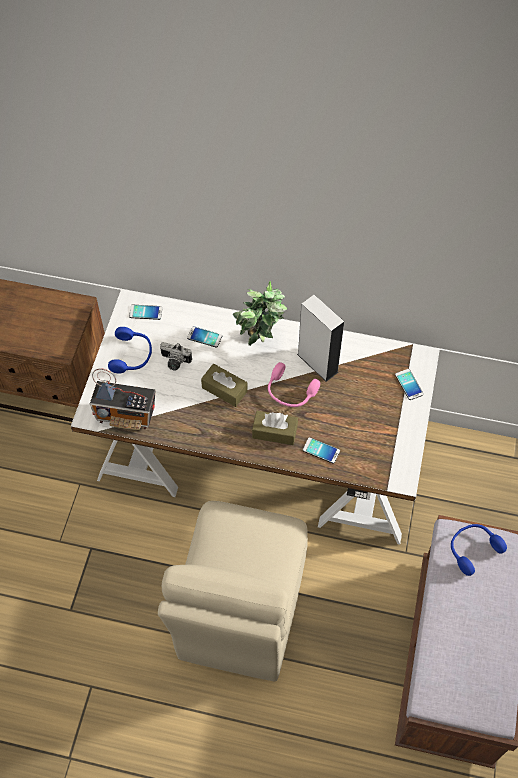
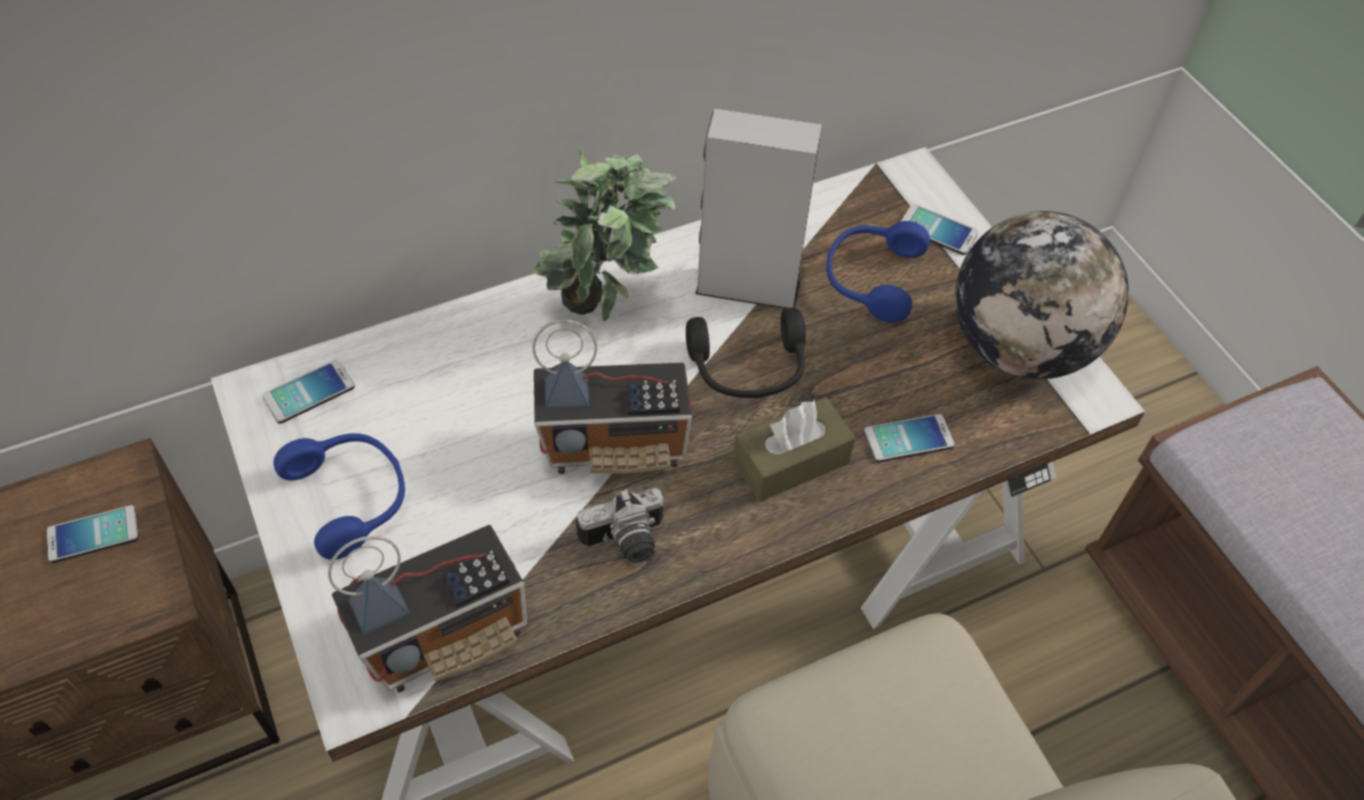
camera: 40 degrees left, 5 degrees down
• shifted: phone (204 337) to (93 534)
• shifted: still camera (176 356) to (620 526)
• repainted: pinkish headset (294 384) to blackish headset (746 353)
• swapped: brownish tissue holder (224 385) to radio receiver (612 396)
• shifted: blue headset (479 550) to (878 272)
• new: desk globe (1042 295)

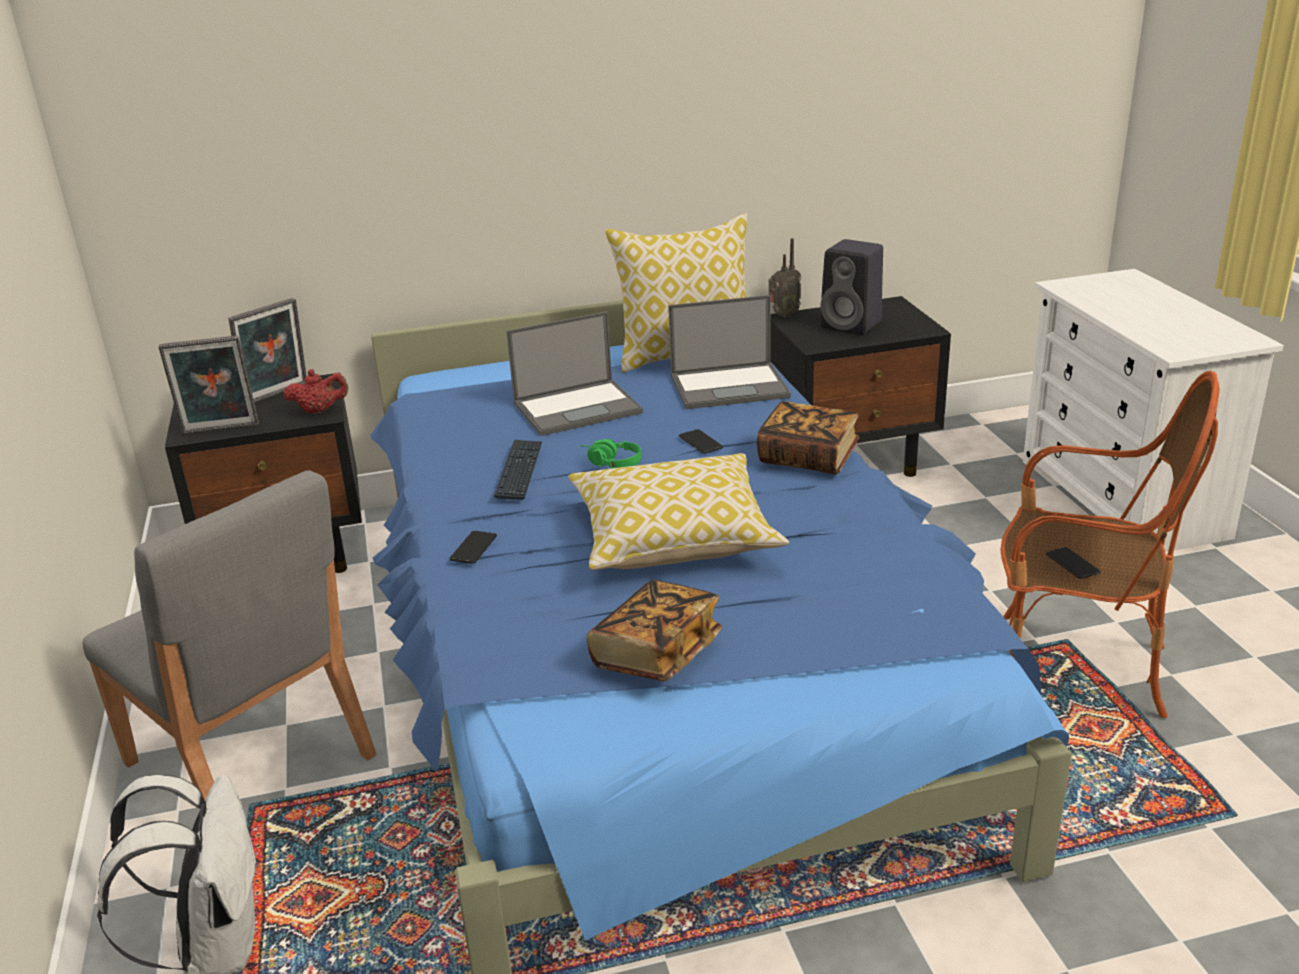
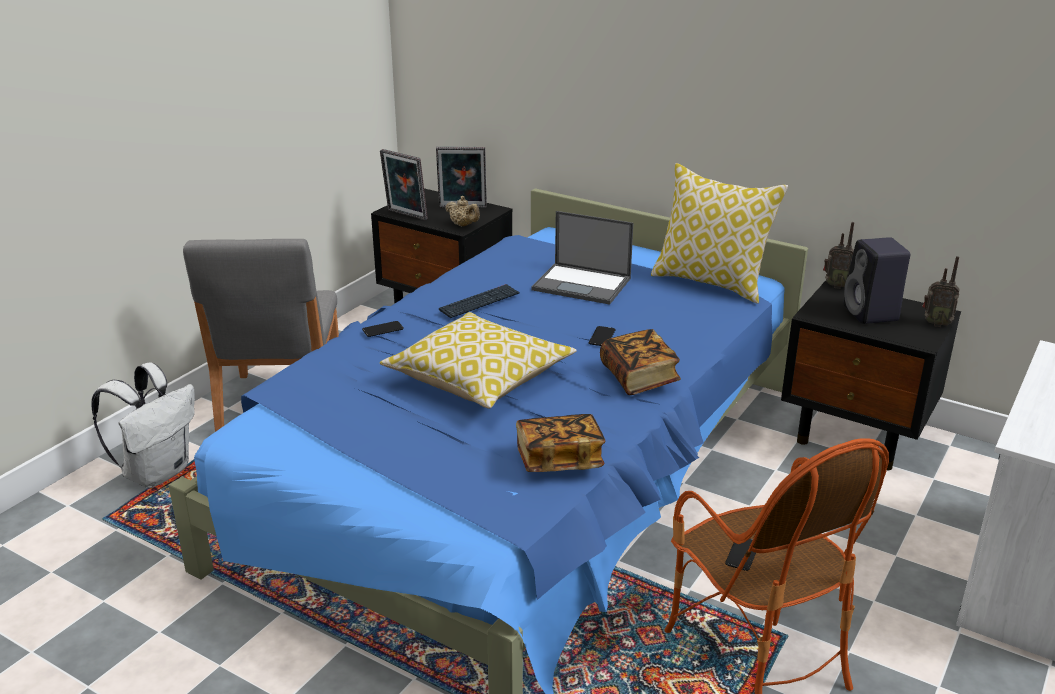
camera: 45 degrees right, 0 degrees up
• gone: notebook computer (729 352)
• repainted: red-coloured tea pot (316 391) to beige tea pot (462 211)
• gone: green-coloured headset (610 453)
• shifted: volume (654 630) to (561 443)
• new: radio receiver (940 291)

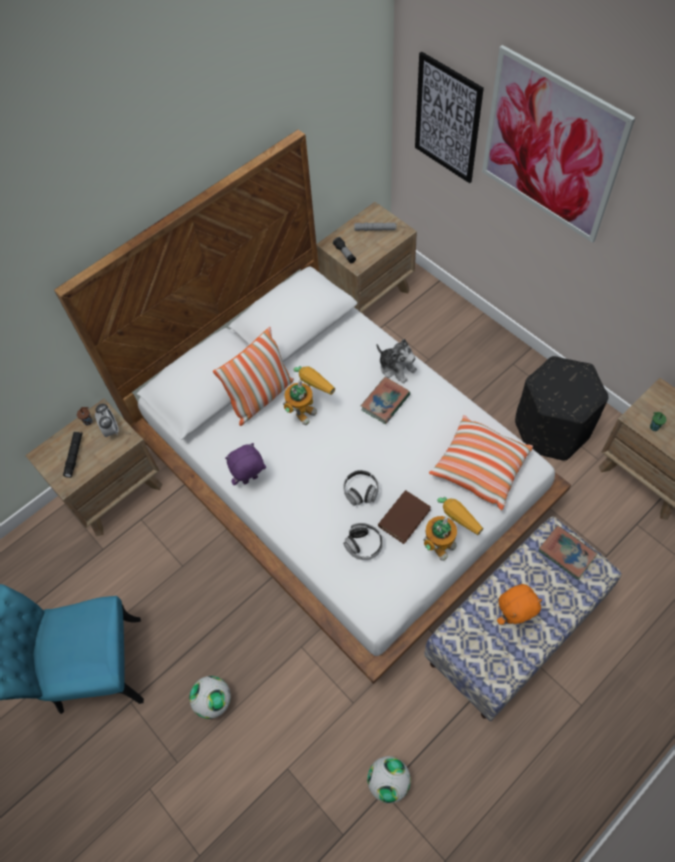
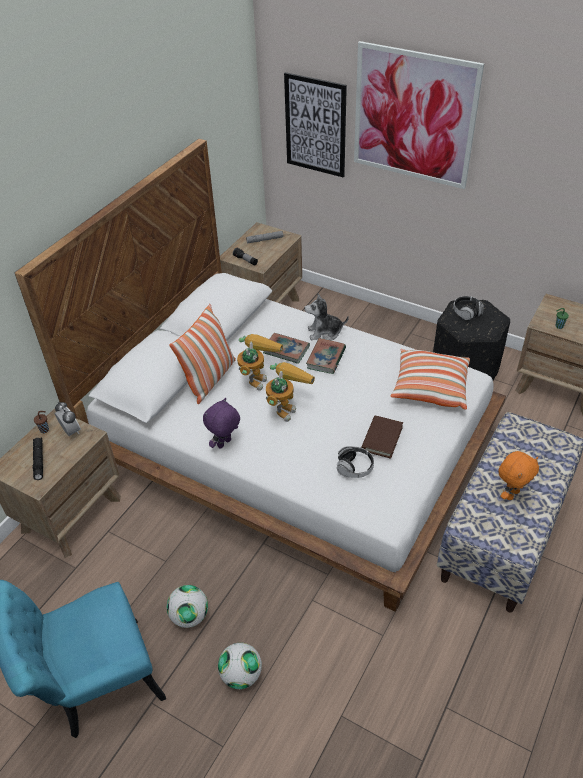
camera: 20 degrees left, 15 degrees down
• rotated: soft toy (397 361) = (326 316) 150 degrees clockwise
• shifted: headset (361 488) to (468 308)
• shifted: robot figure (453 529) to (290 392)
• shifted: volume (568 553) to (286 348)
• shifted: football (389 779) to (187 606)

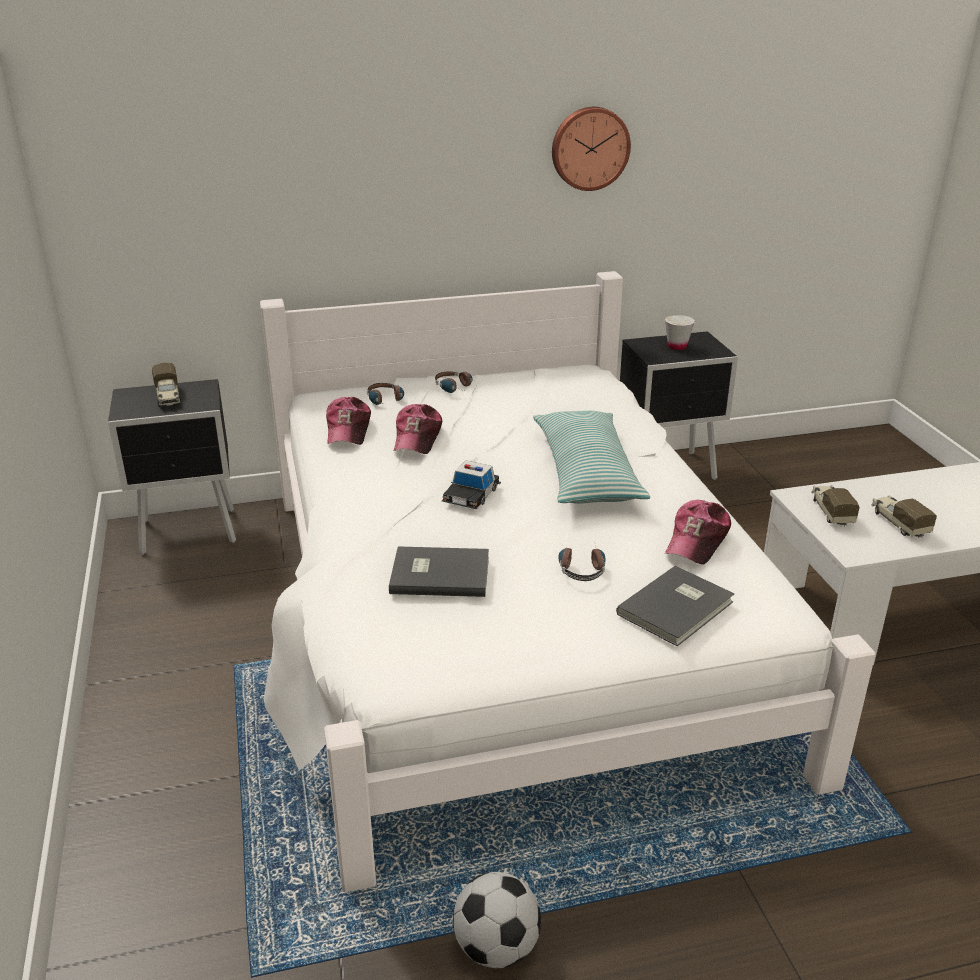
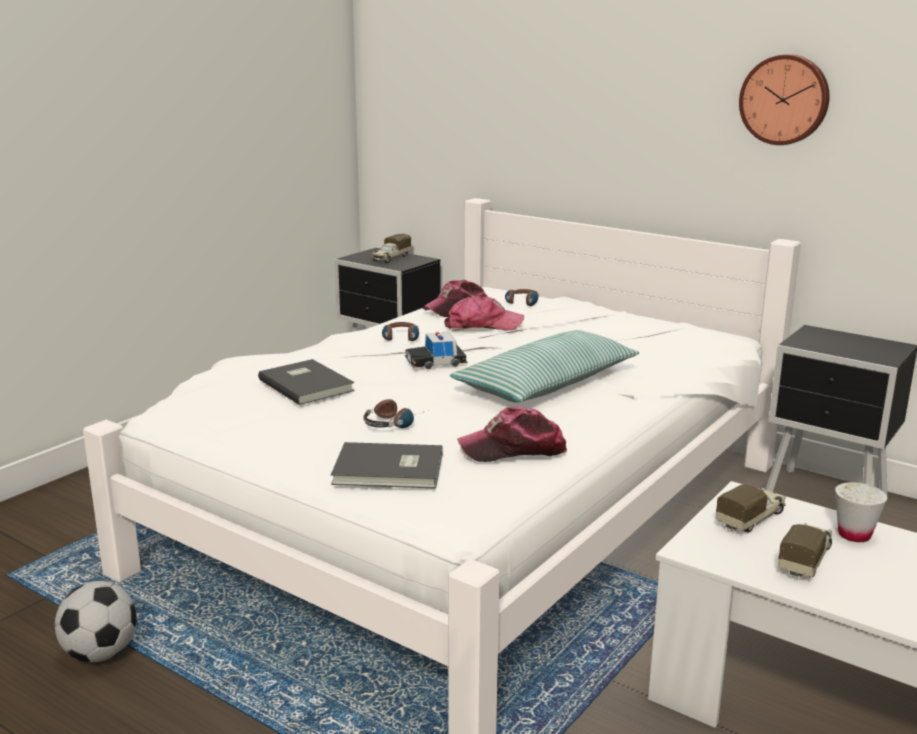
camera: 50 degrees right, 10 degrees down
• shifted: whitish drinking cup (680 332) to (861 512)
• shifted: headset (454 382) to (400 331)
• rotated: peaked cap (418 429) = (484 313) 150 degrees counterclockwise

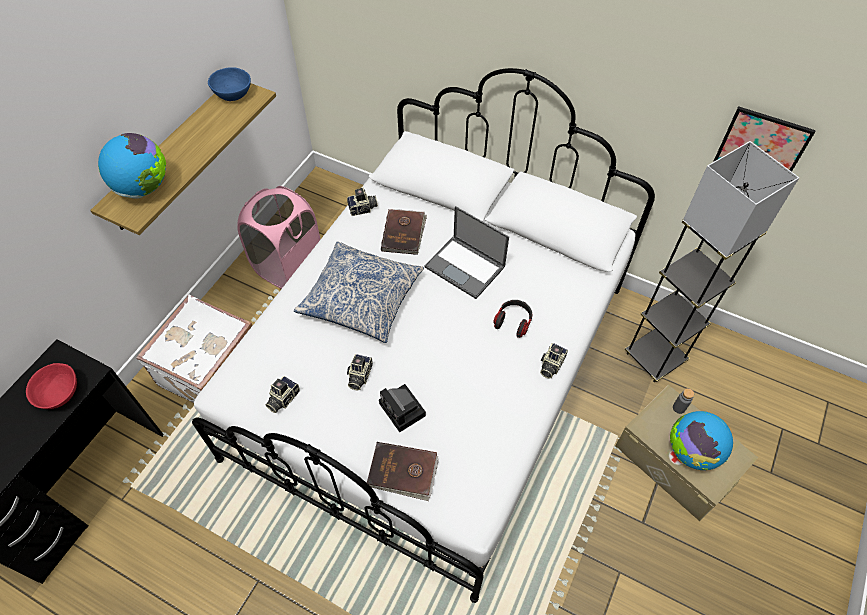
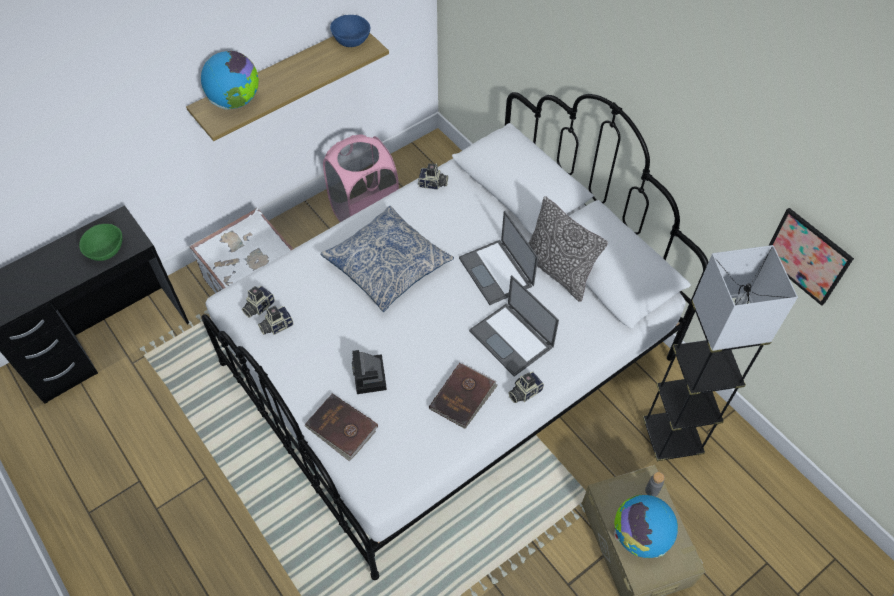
camera: 25 degrees right, 0 degrees up
• shifted: brownish volume (404 232) to (463 396)
• swapped: headset (512 319) to notebook computer (514 326)
• shifted: still camera (360 372) to (258 302)
• repainted: red-coloured deep dish (51 386) to green-coloured deep dish (100 242)
• new: throw pillow (568 249)

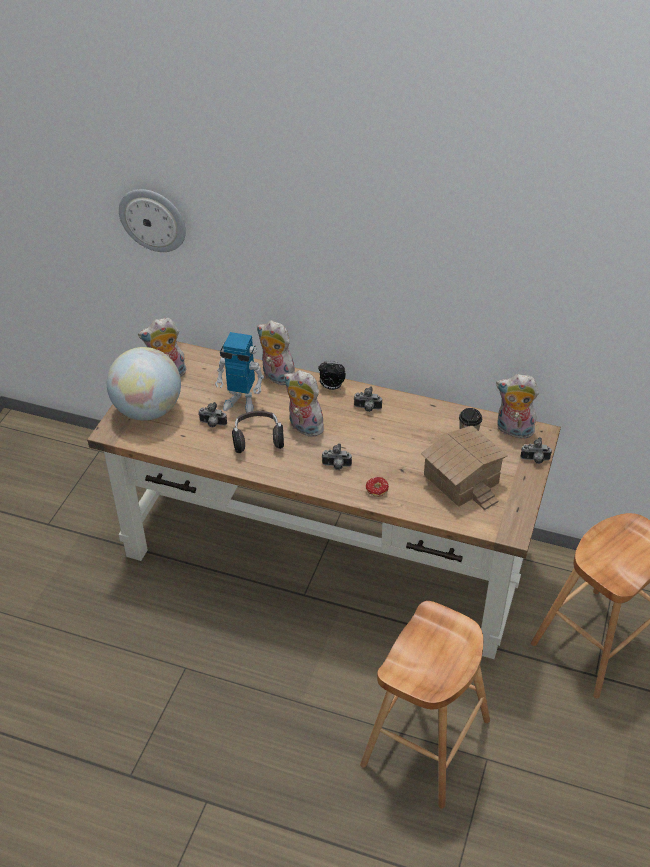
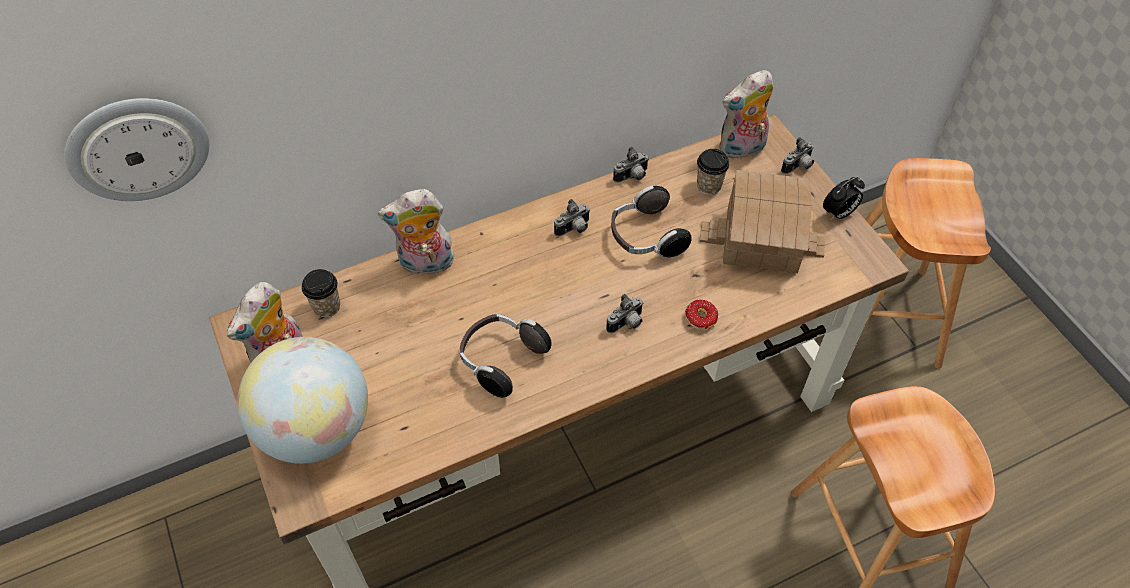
camera: 45 degrees left, 10 degrees up
• gone: robot figure (239 372)
• shifted: alarm clock (332 375) to (844 199)
• gone: soft toy (304 403)
• shifted: still camera (212 414) to (631 165)
• new: headset (651 222)
• new: drinking cup (321 293)

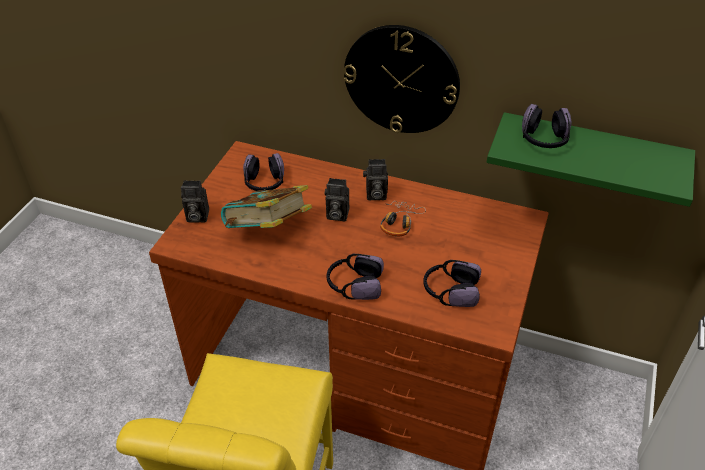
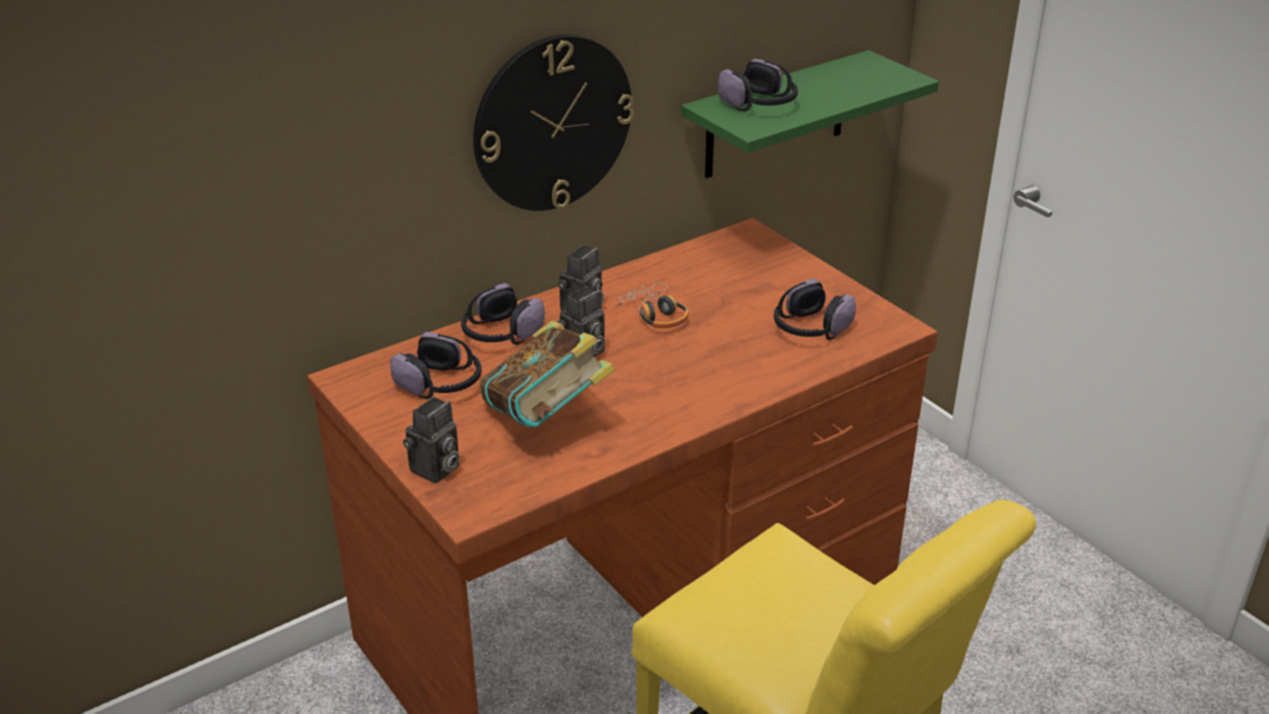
camera: 55 degrees left, 10 degrees down
• shifted: headset (355 277) to (503 314)

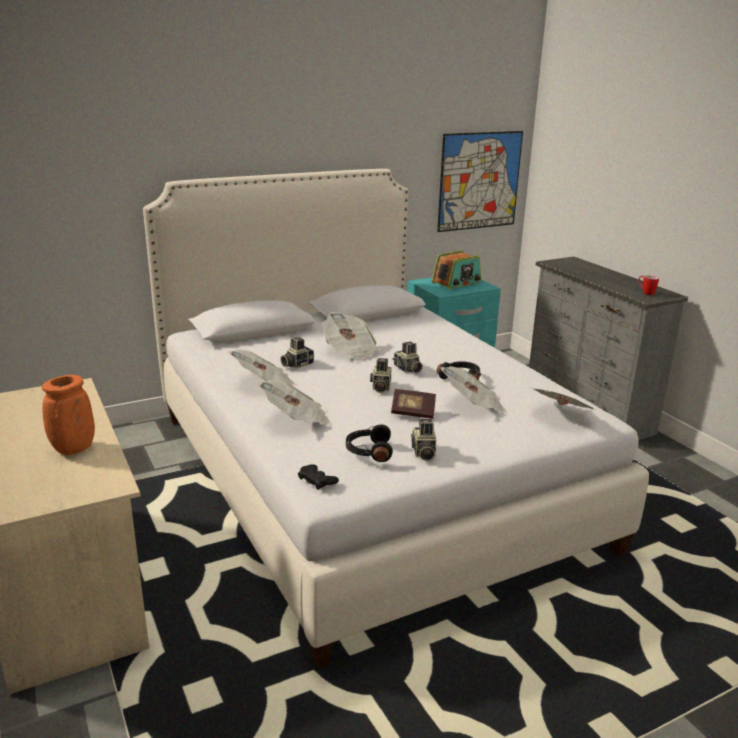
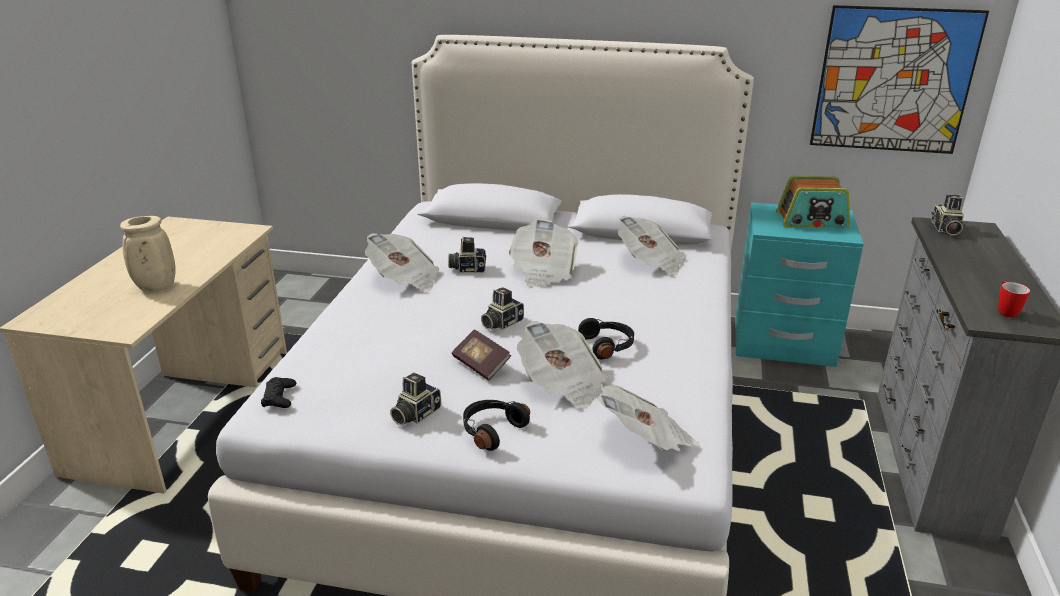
camera: 40 degrees right, 5 degrees up
• shifted: still camera (408 357) to (947 215)
• repainted: orangey flower vase (68 415) to beige flower vase (148 254)
• shifted: newspaper (295 402) to (651 245)
• shifted: blackish headset (369 443) to (496 425)

